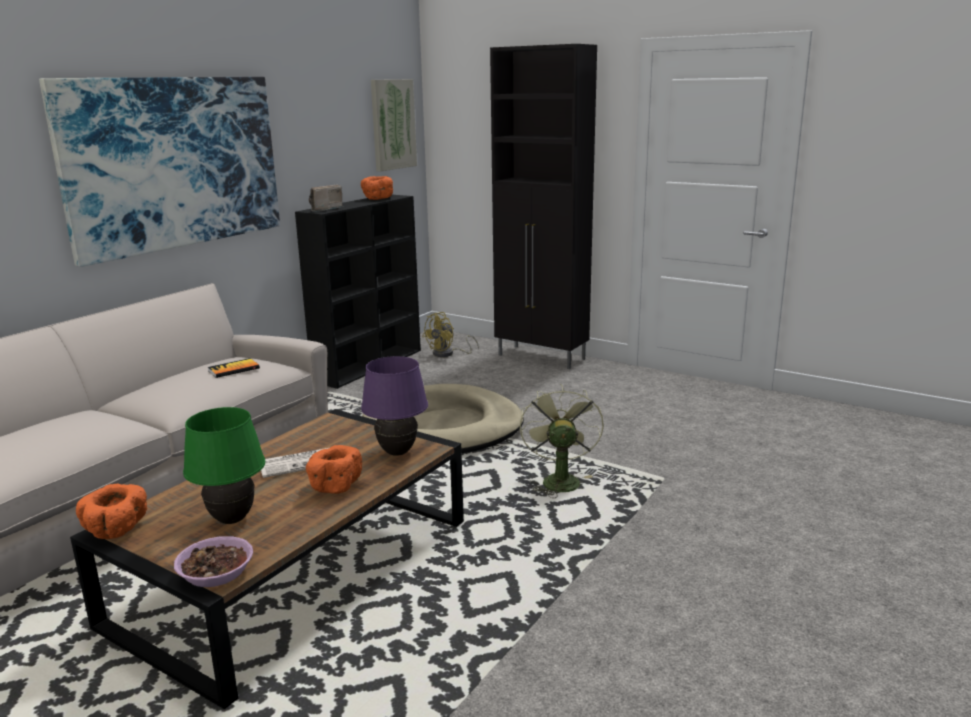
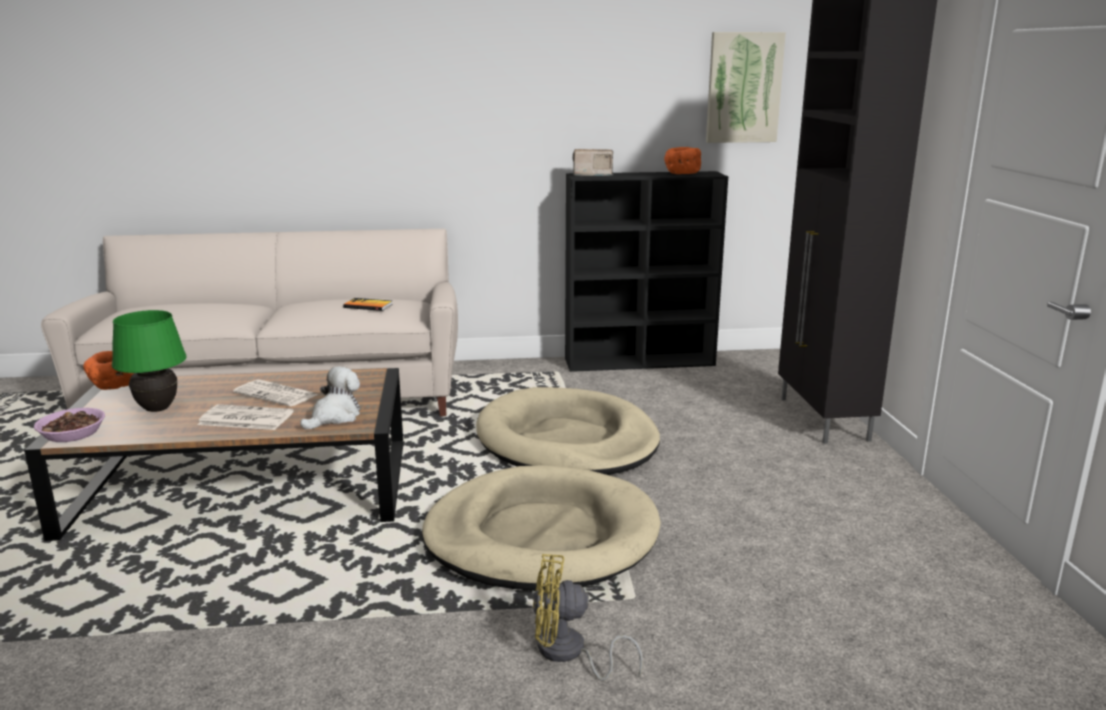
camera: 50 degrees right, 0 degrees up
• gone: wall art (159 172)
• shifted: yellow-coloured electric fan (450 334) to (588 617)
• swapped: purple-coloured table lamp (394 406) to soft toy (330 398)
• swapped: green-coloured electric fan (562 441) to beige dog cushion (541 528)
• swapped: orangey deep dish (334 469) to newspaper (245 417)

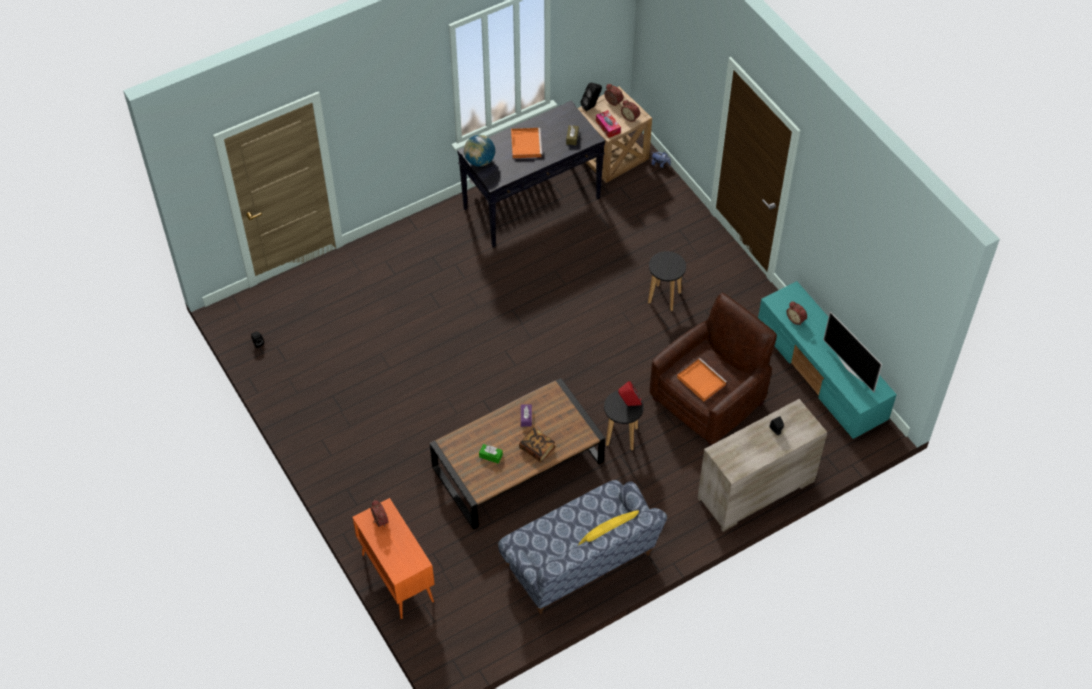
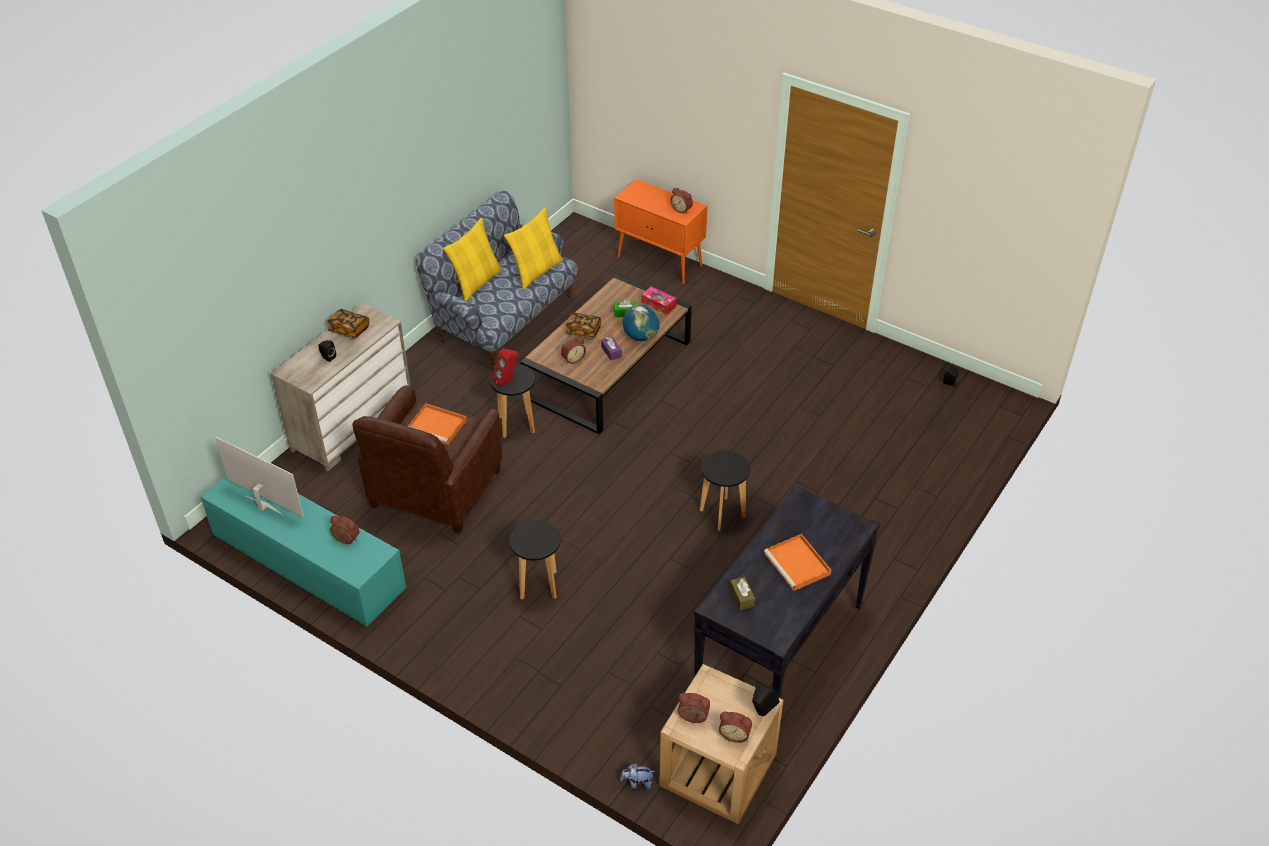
camera: 155 degrees right, 10 degrees down
• shifted: tissue holder (608 124) to (659 300)
• shifted: desk globe (479 151) to (641 322)
• new: yellow-coloured throw pillow (533 248)
• new: volume (348 324)
• new: alarm clock (573 350)
• new: blackish stool seat (725 490)

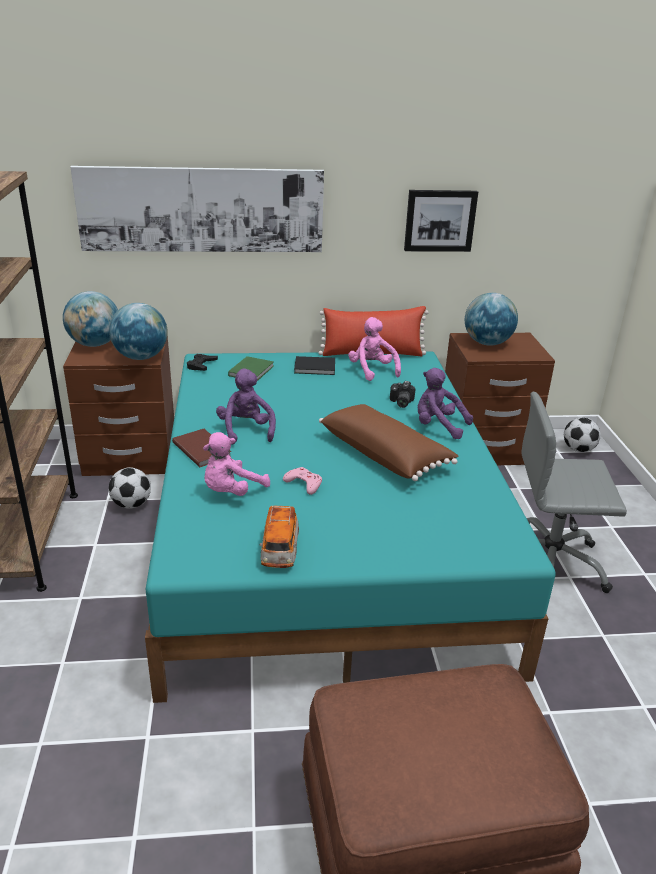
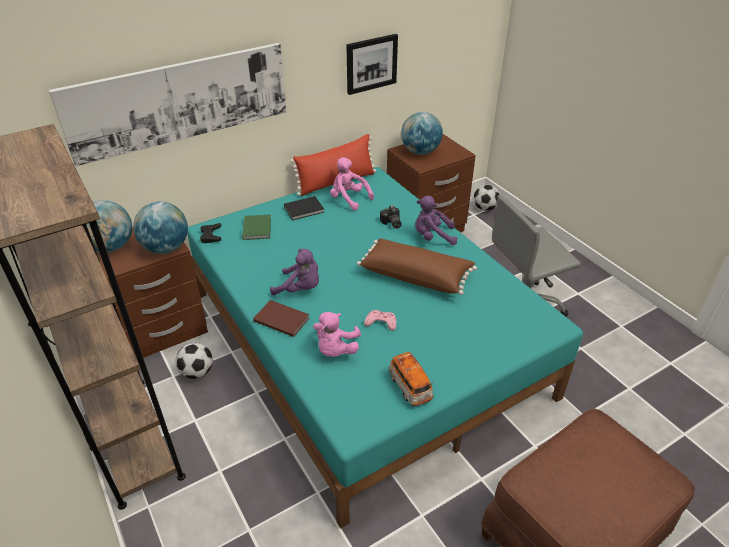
camera: 25 degrees left, 10 degrees up
• rotated: purple-coloured soft toy (246 407) = (294 272) 150 degrees clockwise

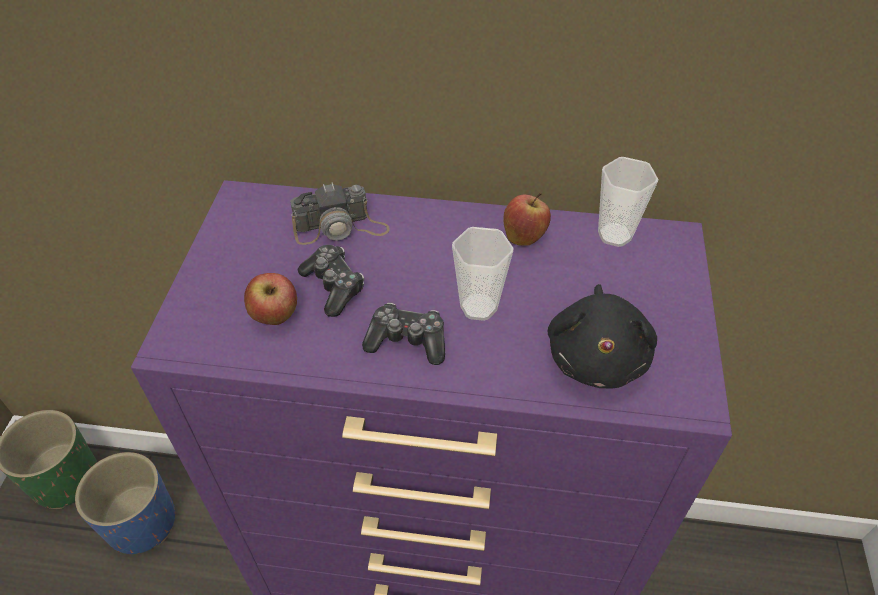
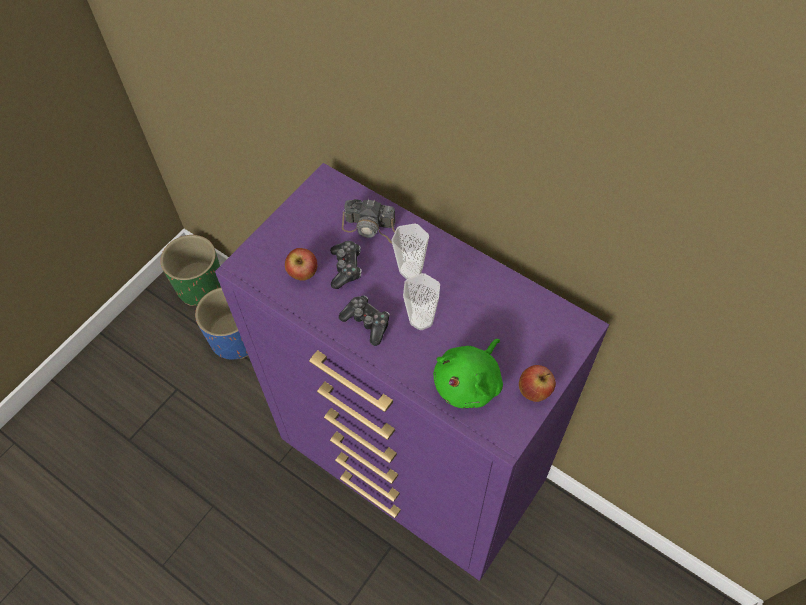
camera: 30 degrees right, 10 degrees up
• shifted: drinking cup (628 202) to (410 251)
• shifted: whole apple (527 219) to (537 383)
• repainted: blackish soft toy (602 336) to green-coloured soft toy (468 373)

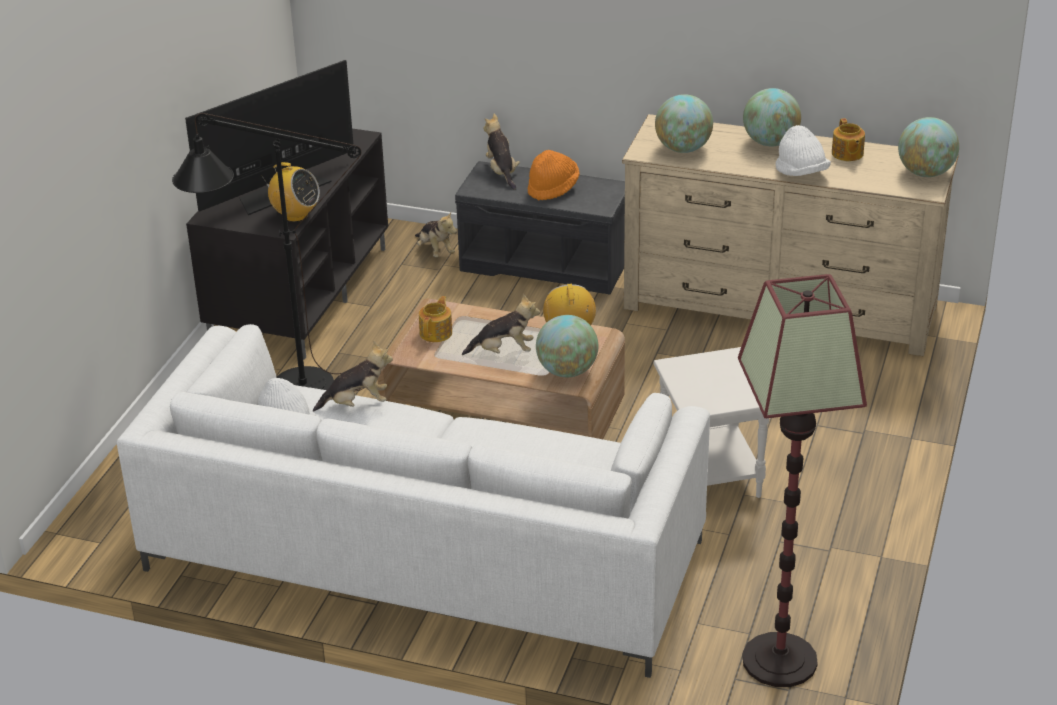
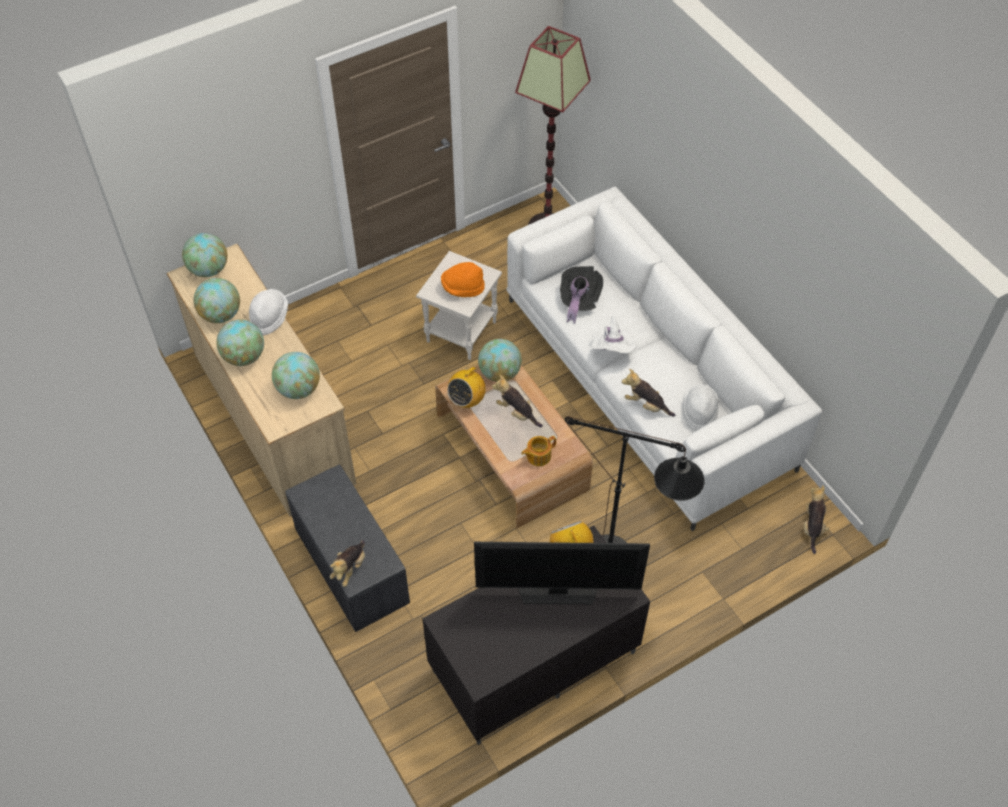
camera: 140 degrees left, 20 degrees up
• swapped: tea pot (848 139) to desk globe (217 300)
• shifted: orangey hat (553 175) to (463 279)
• shifted: soft toy (436 234) to (816 519)
• new: blackish hat (581 295)
• new: whitish hat (614 334)

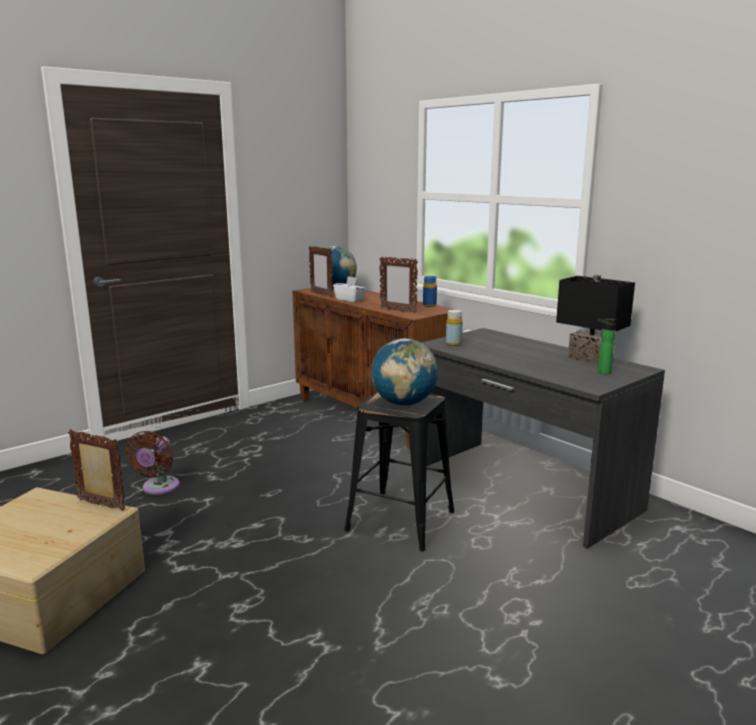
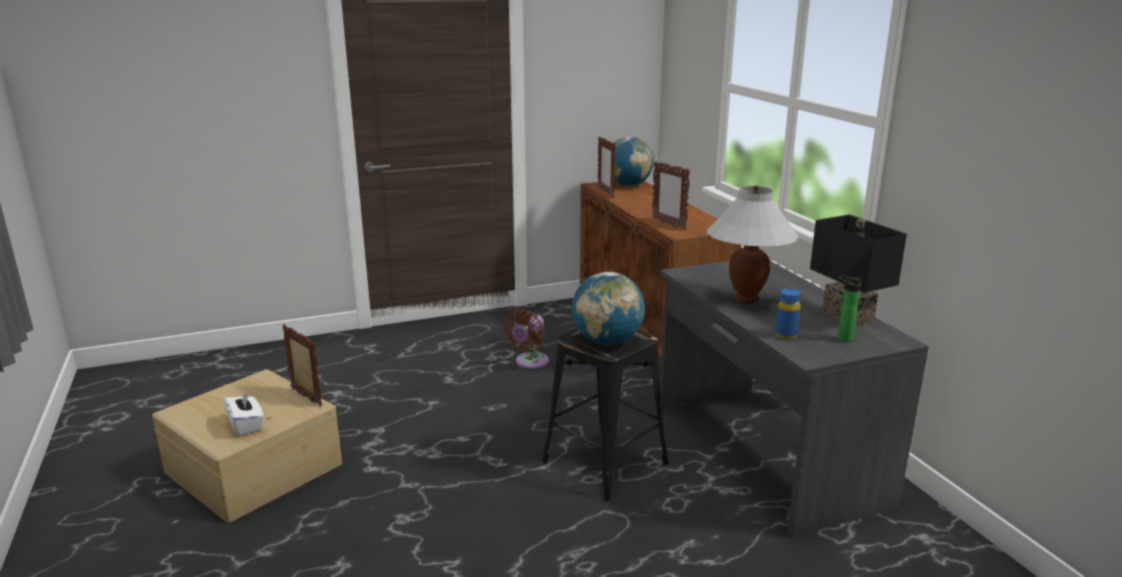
camera: 20 degrees right, 5 degrees up
• shifted: whitish tissue holder (350 289) to (243 414)
• shifted: blue drink bottle (430 291) to (788 314)
• gone: yellow-coloured drink bottle (454 328)
• shifted: brownish electric fan (153 463) to (526 338)
• new: whitish table lamp (753 244)

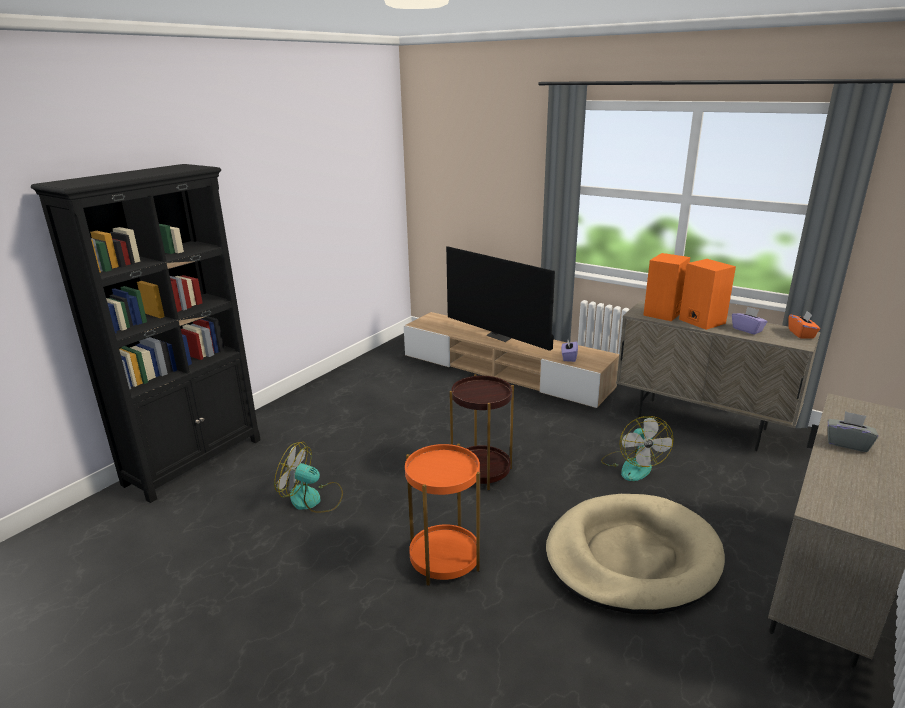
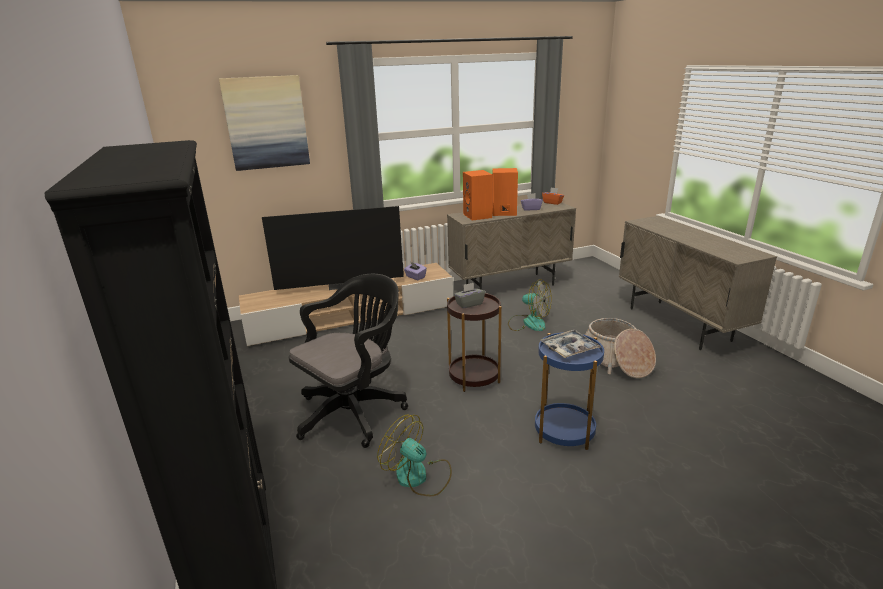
camera: 55 degrees left, 0 degrees up
• shifted: gray tissue holder (853 431) to (469 295)
• rotated: electric fan (308 477) = (414 455) 75 degrees clockwise
• repainted: orangey accent table (442 515) to blue accent table (569 391)
• swapped: beige dog cushion (635 554) to basket (620 348)
• new: wall art (264 123)
• new: blackish computer chair (348 361)
• new: tray (570 344)

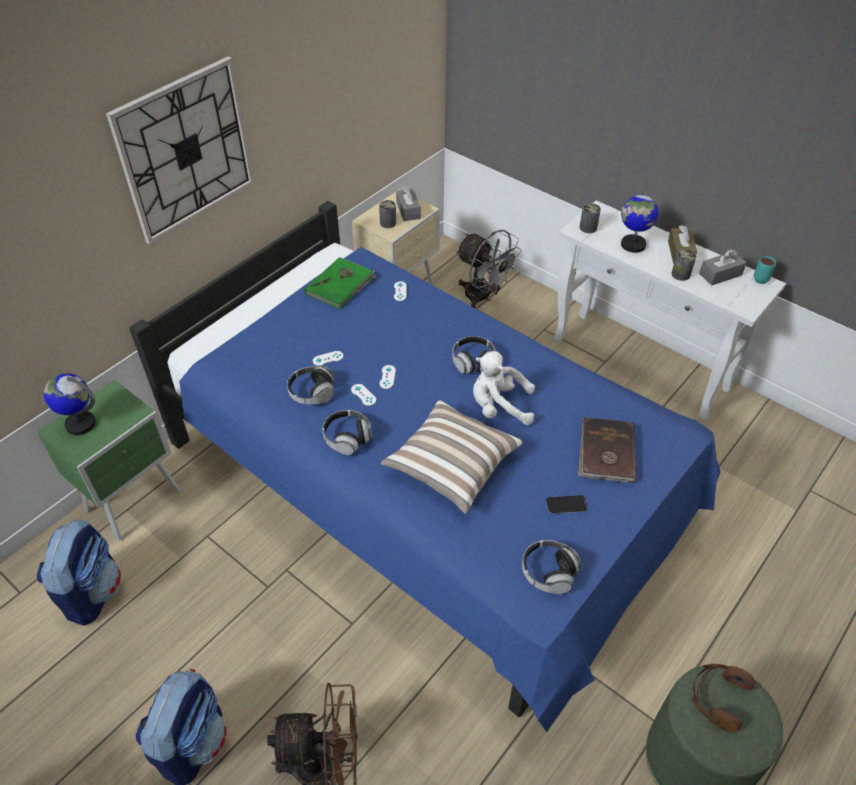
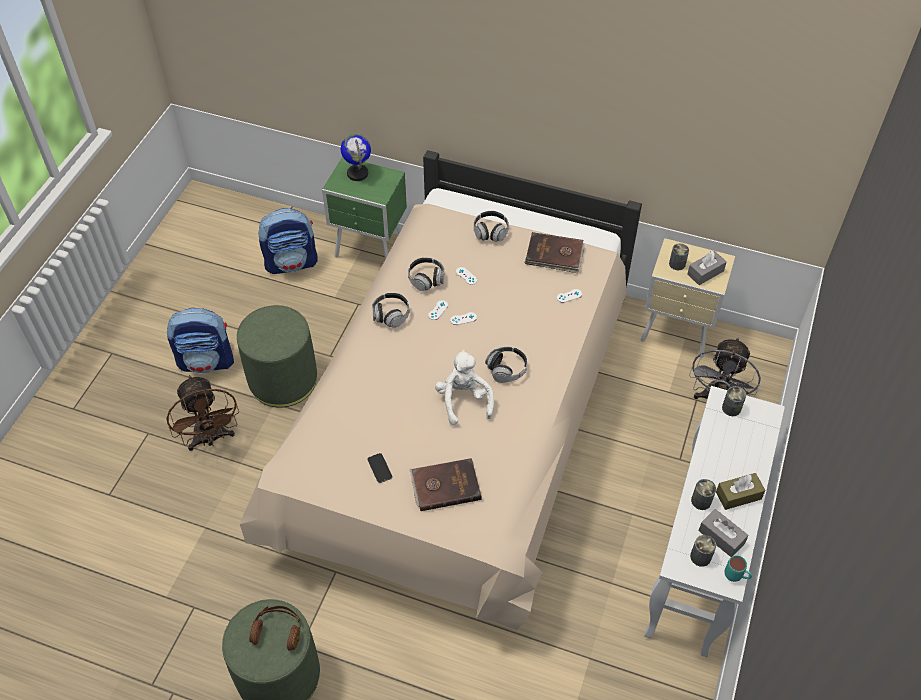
camera: 70 degrees right, 5 degrees up
• gone: hanging clock (180 150)
• gone: desk globe (639 221)
• repainted: blue sleeping bed (425 466) to beige sleeping bed (441 390)
• repainted: green-coloured volume (340 283) to brownish volume (554 252)
• gone: throw pillow (452 457)
• shifted: headset (551 567) to (491 226)
• new: green-coloured ottoman (277 356)
• new: metal can (703 551)

